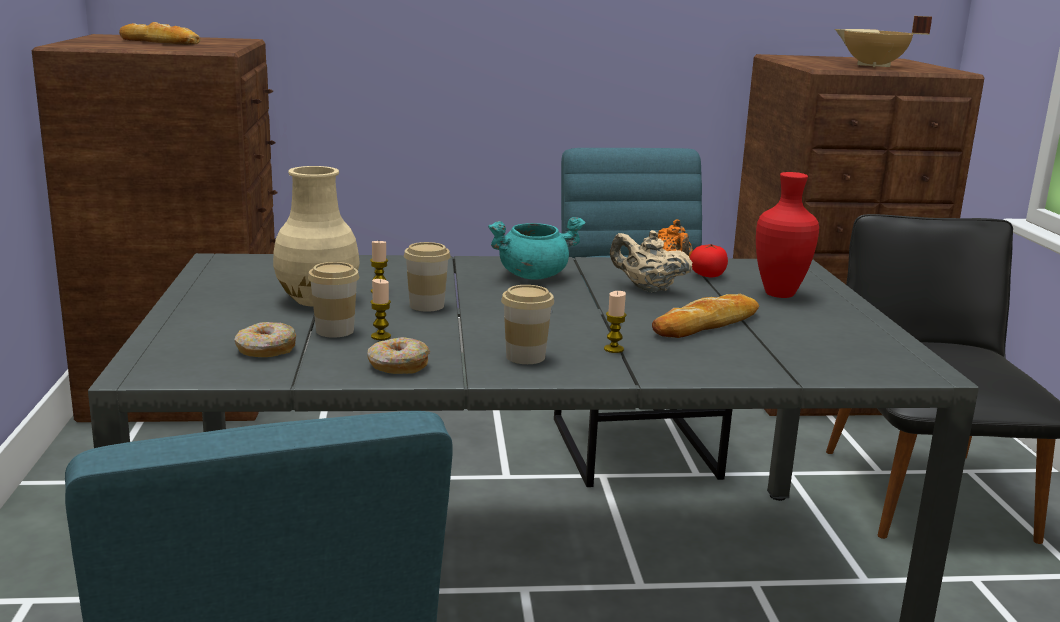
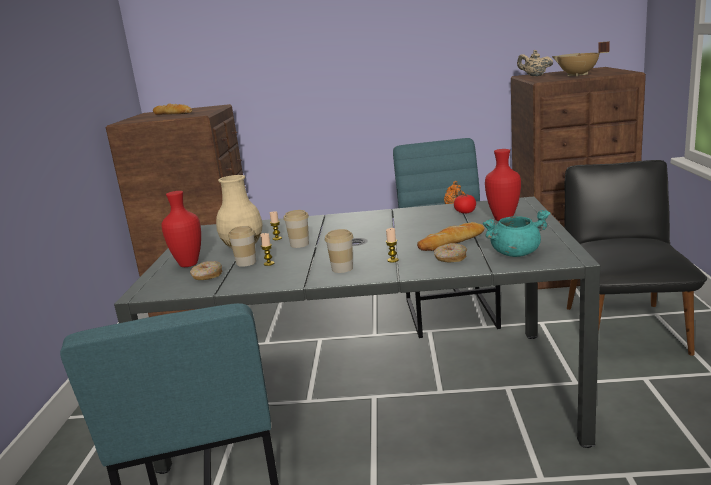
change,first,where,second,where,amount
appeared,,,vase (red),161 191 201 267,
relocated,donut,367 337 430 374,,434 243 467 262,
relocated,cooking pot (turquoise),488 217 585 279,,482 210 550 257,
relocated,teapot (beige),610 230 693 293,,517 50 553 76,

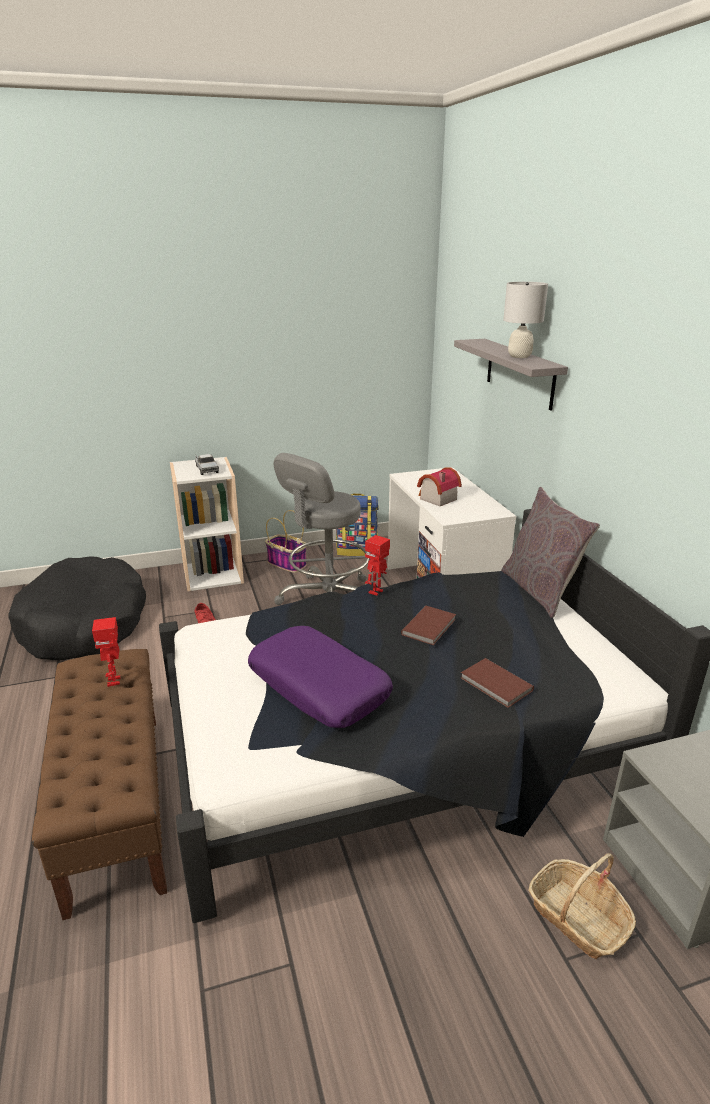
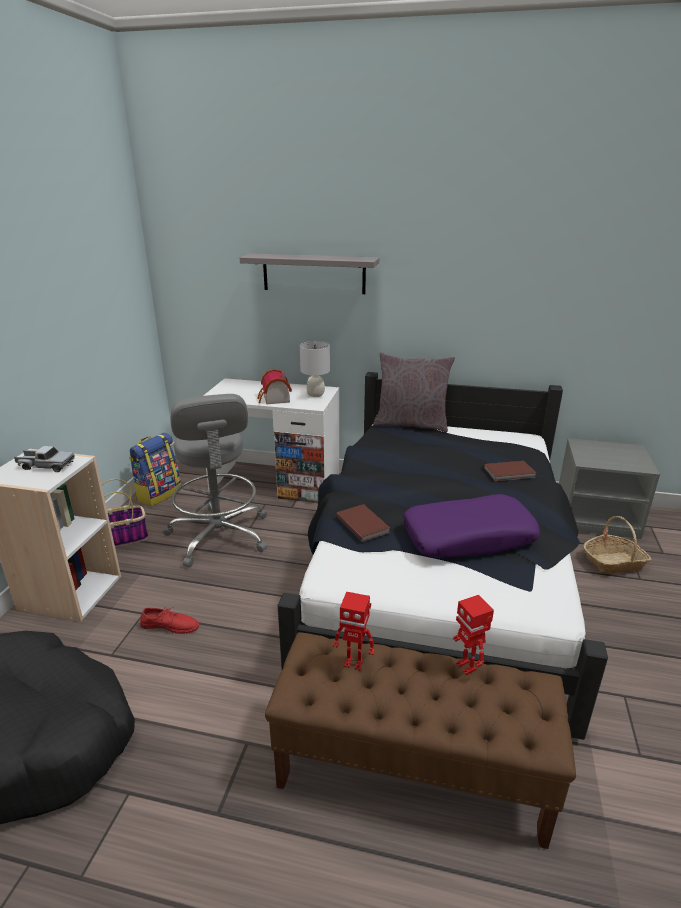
change,first,where,second,where,amount
relocated,table lamp (grey),503 282 548 358,,300 341 330 397,
relocated,book (brown),401 606 456 645,,336 504 390 542,
relocated,toy robot,365 535 390 596,,453 595 494 675,

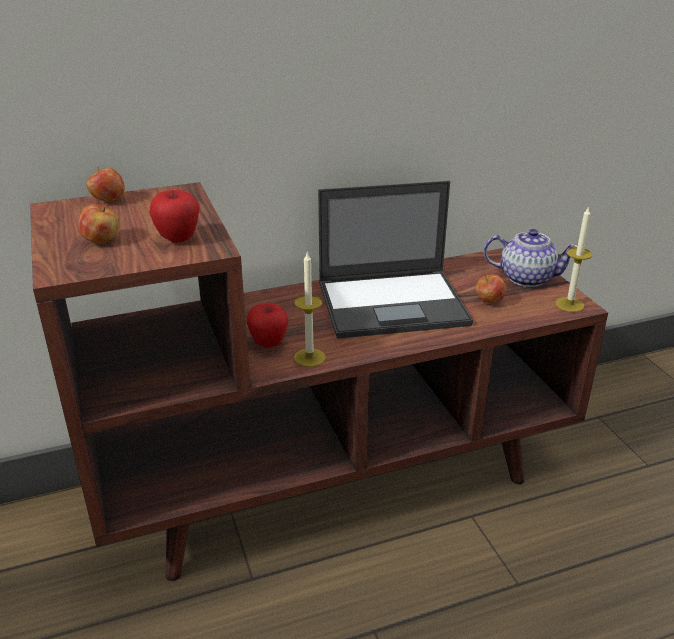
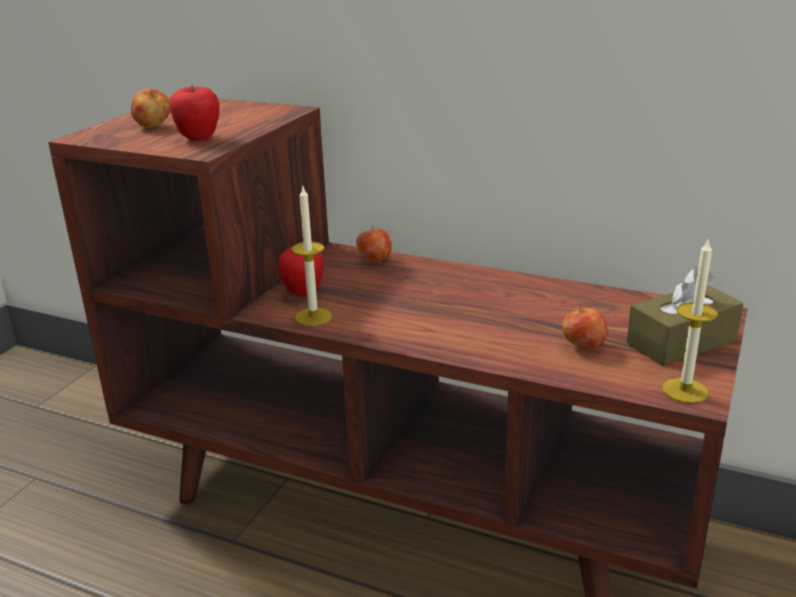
change,first,where,second,where,amount
relocated,apple,86 166 125 202,,356 225 392 262,
exchanged,teapot,484 229 578 287,tissue box (brown),627 266 743 366,
missing,laptop,318 181 473 339,,,

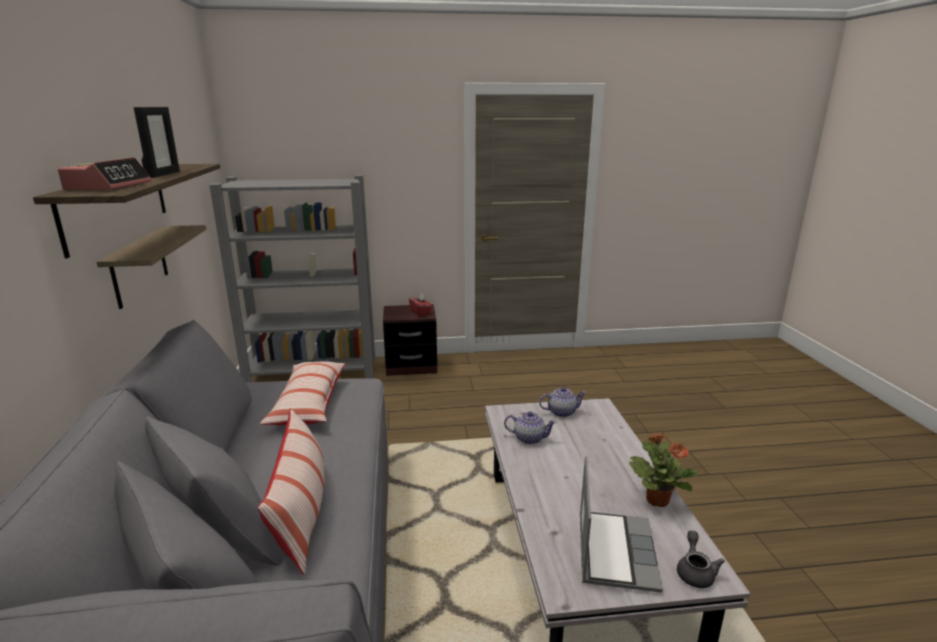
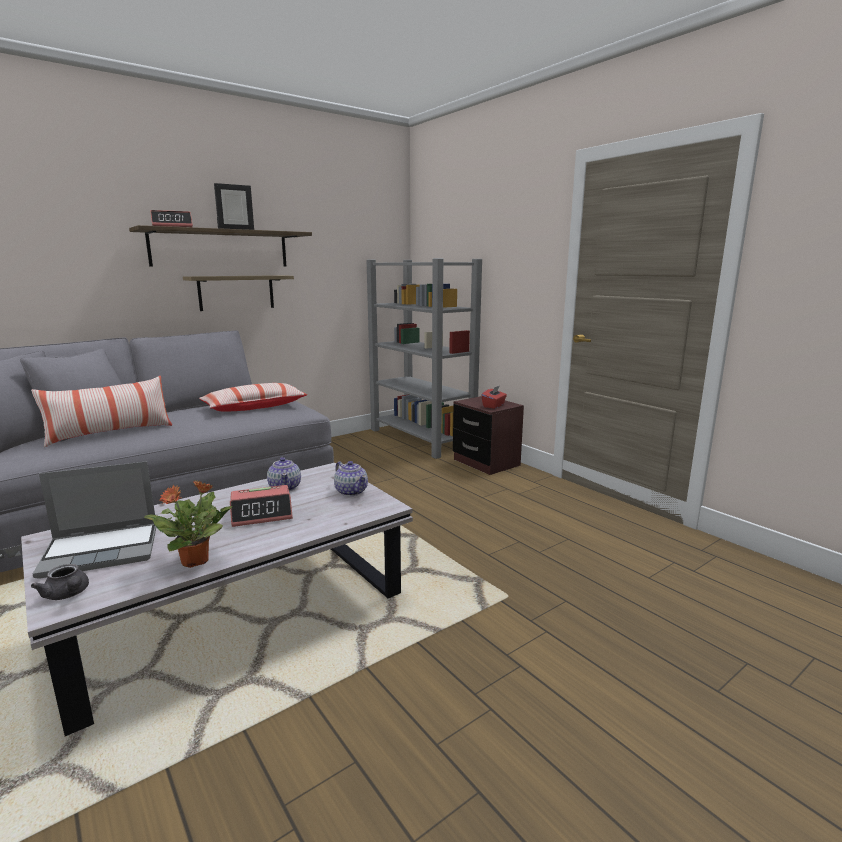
change,first,where,second,where,amount
spun,teapot (grey),677 531 725 588,,31 564 89 600,60 degrees clockwise
appeared,,,alarm clock,230 485 293 527,

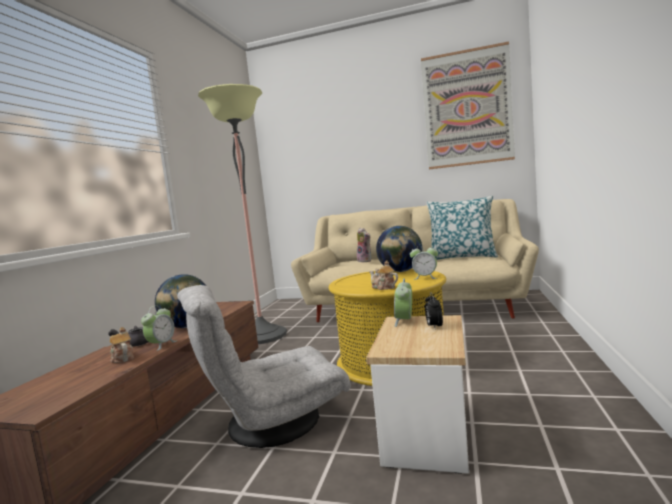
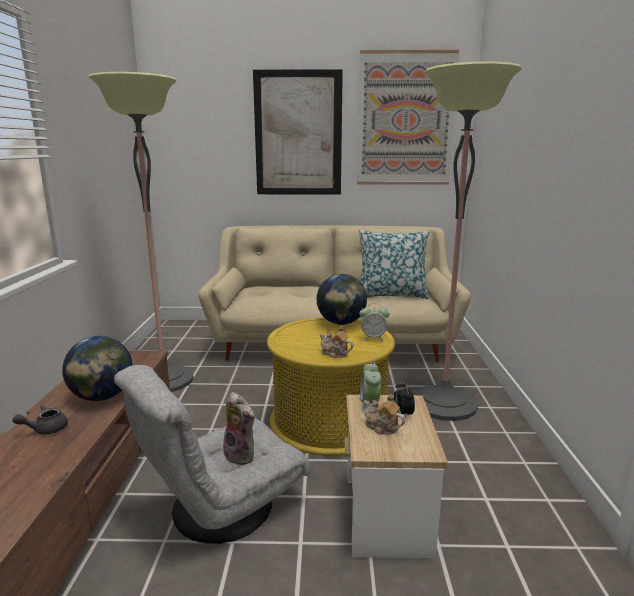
change,first,where,second,where,amount
relocated,plush toy,357 228 371 262,,220 392 255 466,
appeared,,,picture,253 69 343 195,
relocated,teapot,109 327 134 363,,364 394 405 435,
appeared,,,floor lamp,413 61 522 421,
missing,alarm clock,141 305 176 351,,,

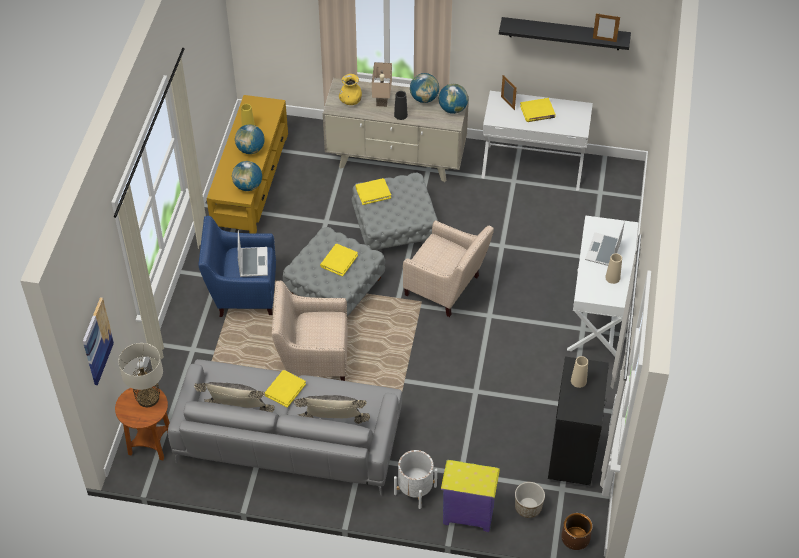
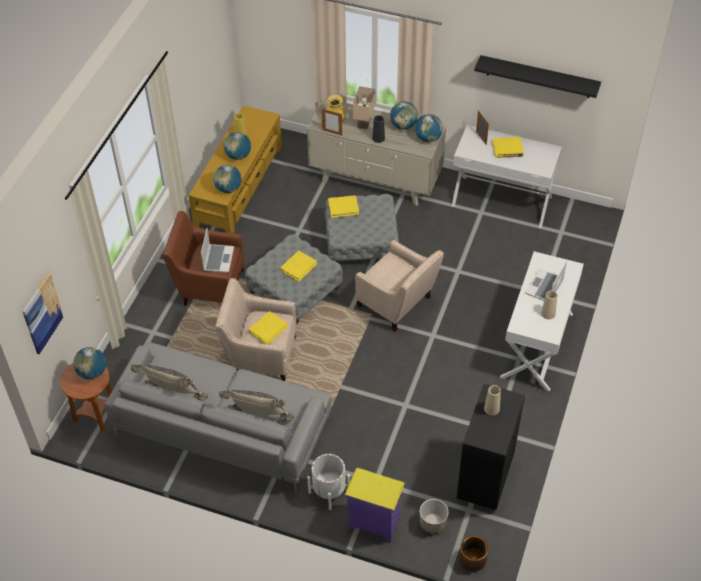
change,first,where,second,where,amount
exchanged,table lamp,118 343 163 407,globe,73 347 106 379,
colour,armchair (blue),198 216 276 317,armchair (brown),163 211 244 306,
relocated,book (yellow),265 370 306 408,,248 311 288 344,
relocated,picture frame,593 14 620 42,,322 108 342 135,

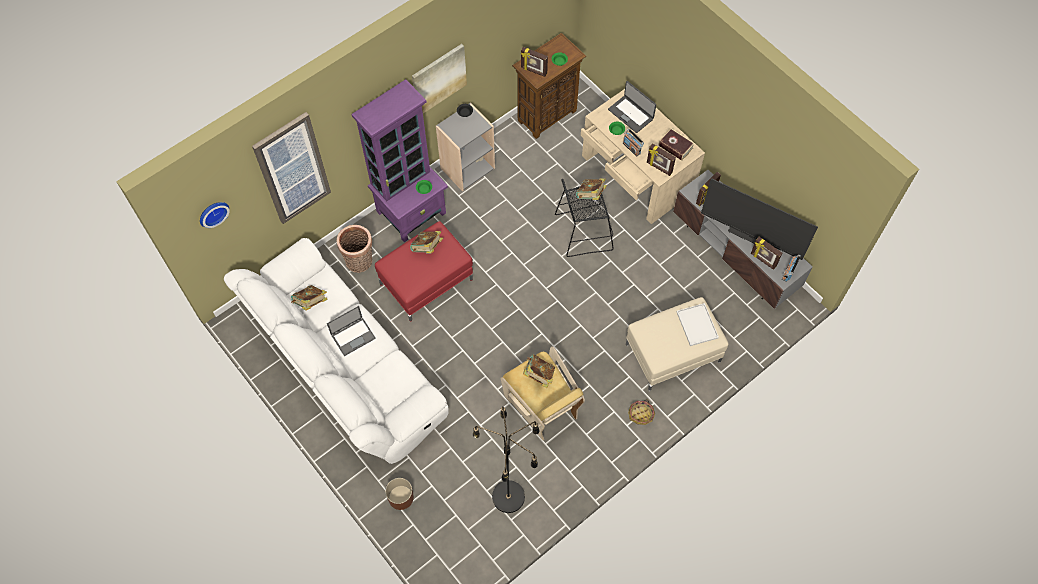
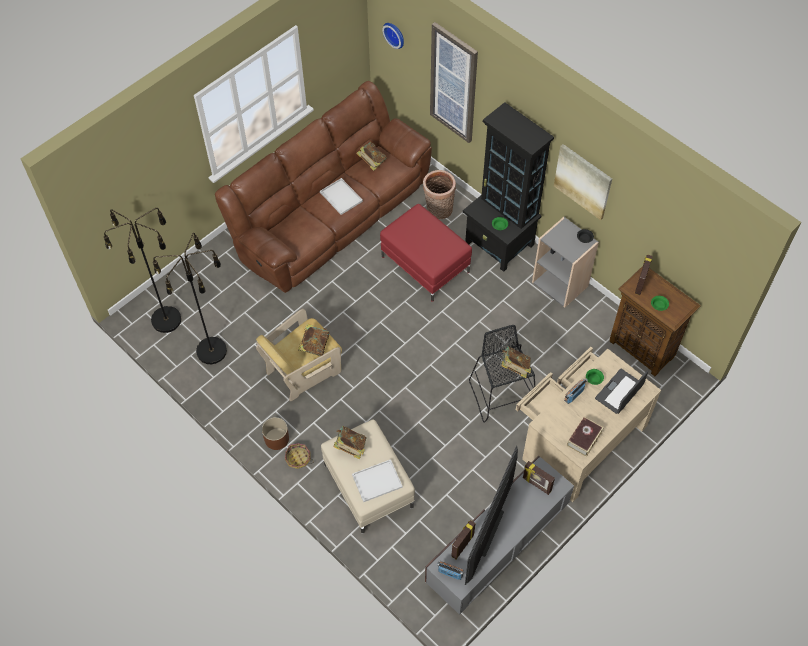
change,first,where,second,where,amount
appeared,,,floor lamp,104 208 181 333,
colour,sofa (white),224 238 449 464,sofa (brown),215 81 432 293,
relocated,planter (brown),385 478 414 510,,262 417 289 450,
exchanged,laptop,327 306 376 356,tray (white),320 178 363 215,
relocated,book,410 231 443 254,,334 426 367 459,
colour,cabinet (purple),351 79 448 242,cabinet (black),463 102 554 272,
missing,picture frame,647 143 676 176,,,

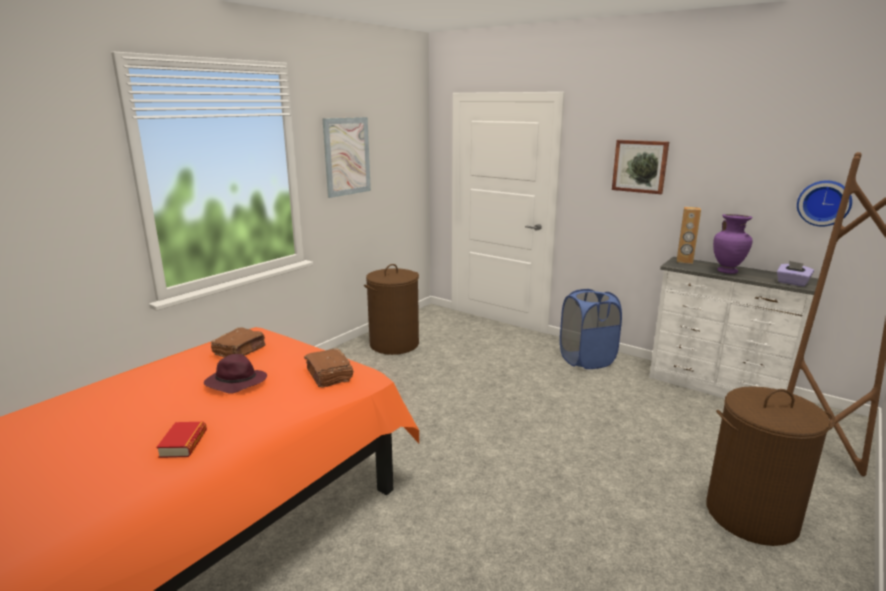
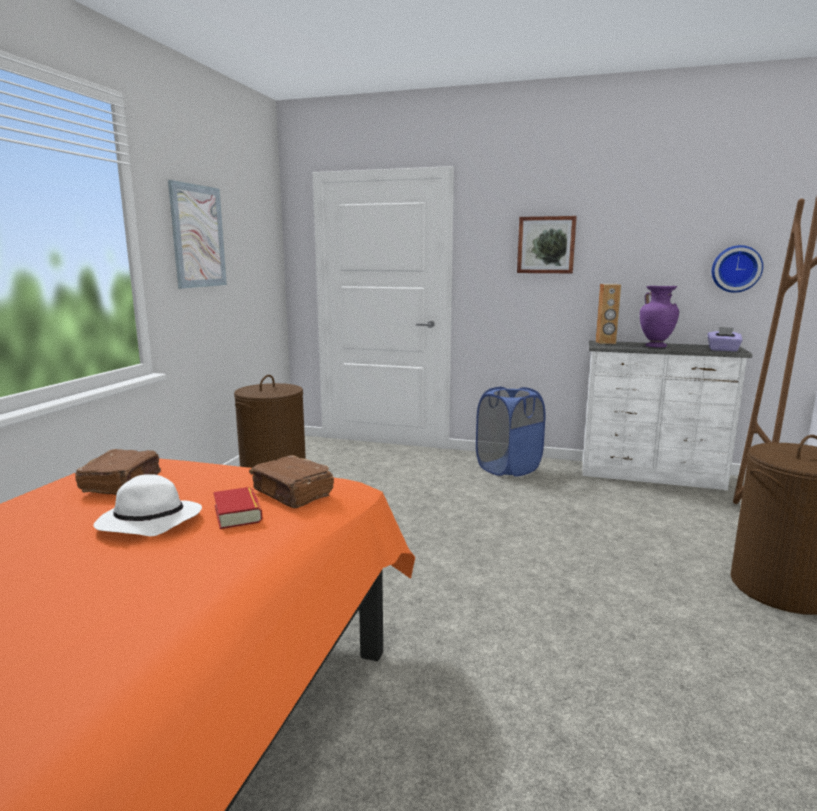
change,first,where,second,where,amount
colour,hat (purple),204 354 267 394,hat (white),93 474 202 536,
relocated,book,156 422 207 458,,213 487 263 529,

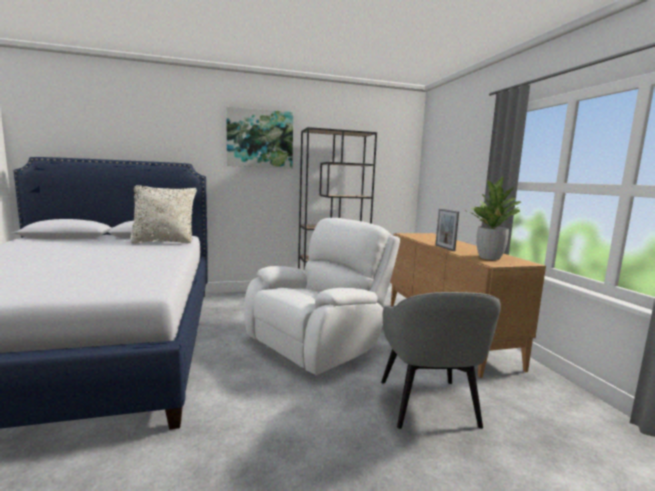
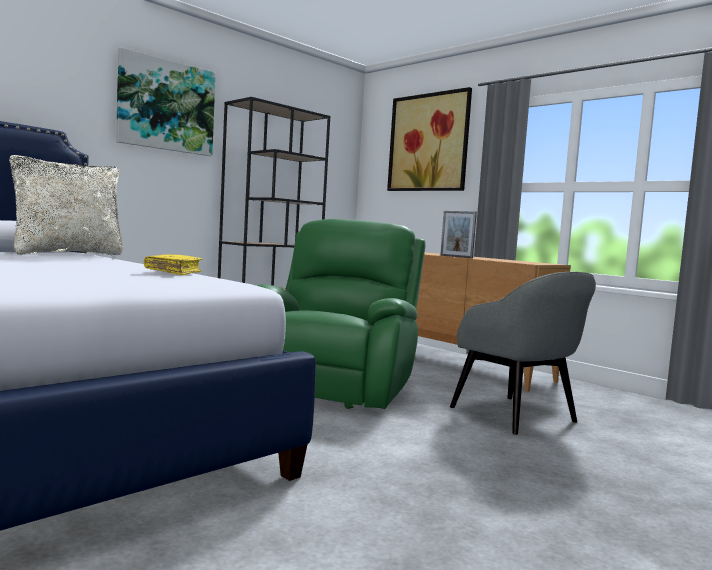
change,first,where,second,where,amount
appeared,,,book (yellow),144 254 203 275,
colour,armchair (white),244 218 400 376,armchair (green),257 219 426 409,
appeared,,,picture,387 87 472 191,
missing,potted plant,467 177 521 260,,,

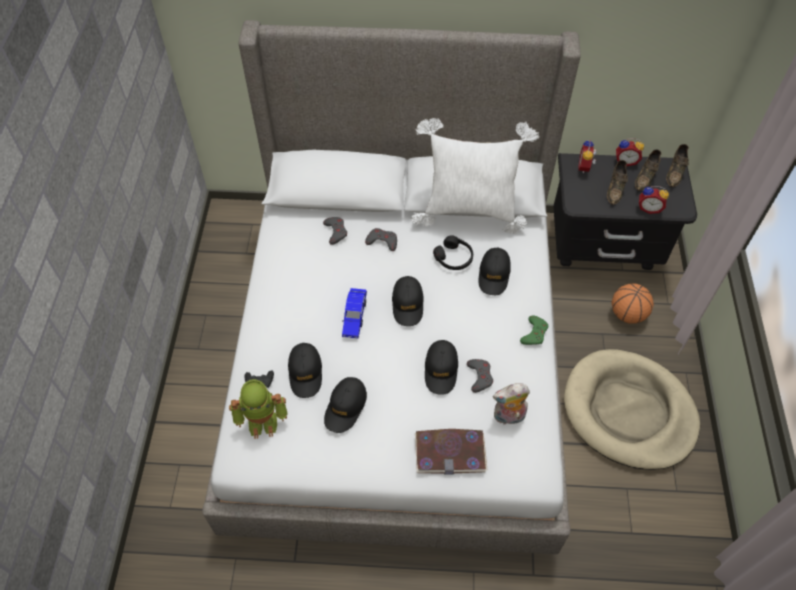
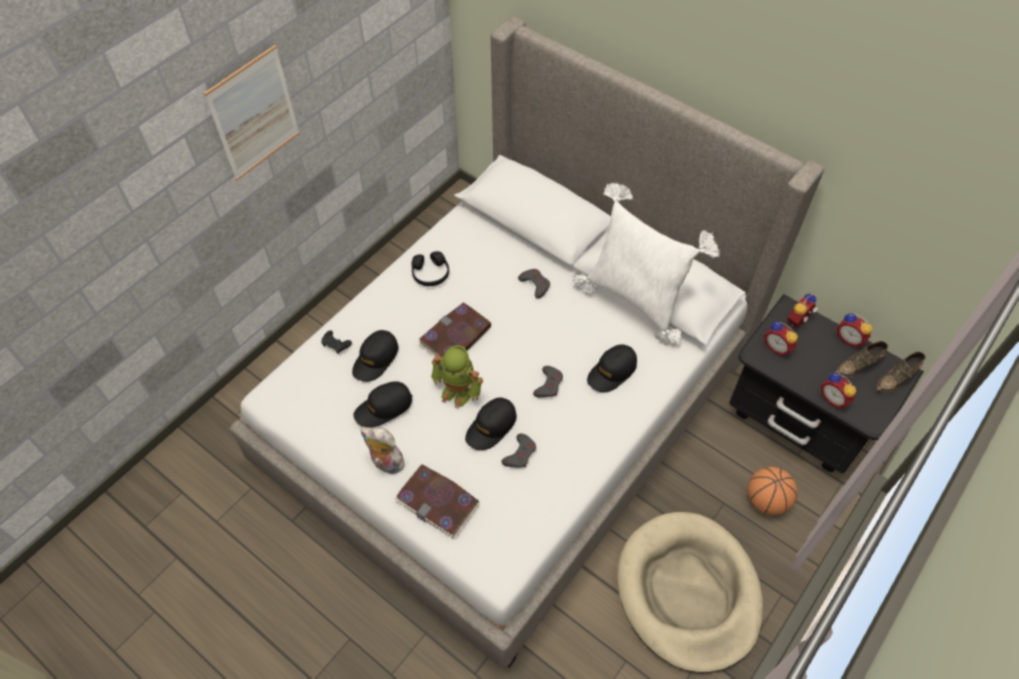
change,first,where,second,where,amount
appeared,,,picture,204 45 300 181,
relocated,plush toy,493 383 530 425,,360 427 405 474,
relocated,headphones (black),433 235 473 270,,411 251 449 286,
exchanged,toy car (blue),342 288 367 339,book,419 303 491 358,
relocated,toy robot,229 379 288 439,,431 345 483 409,
relocated,game controller (grey),323 217 347 245,,533 366 563 398,
appeared,,,alarm clock,764 322 798 356,
missing,cap (black),392 276 424 326,,,
missing,game controller (green),520 316 548 345,,,
missing,shoe (brown),607 160 628 205,,,

